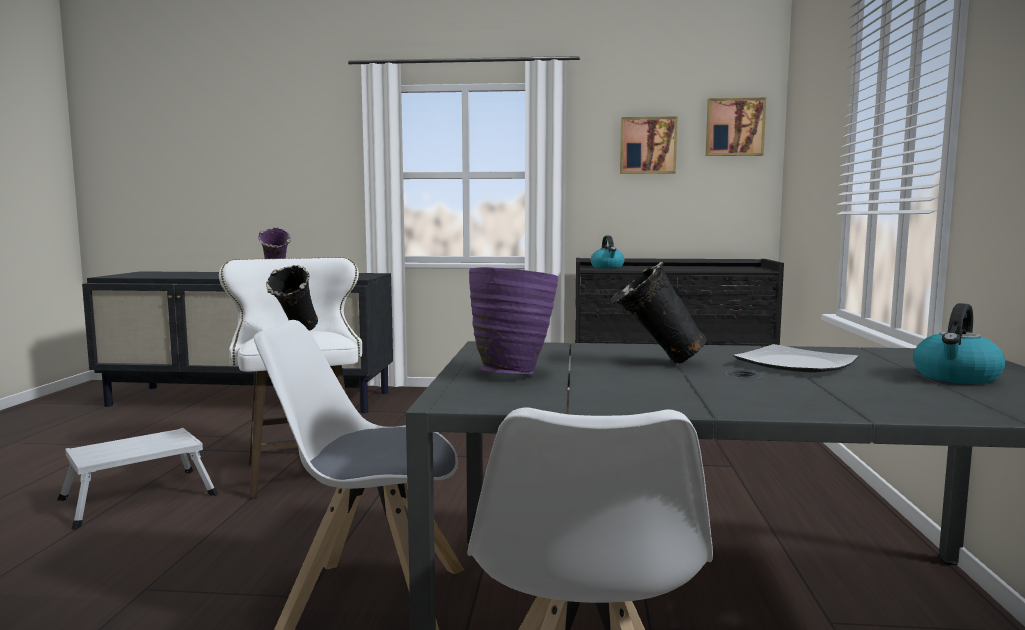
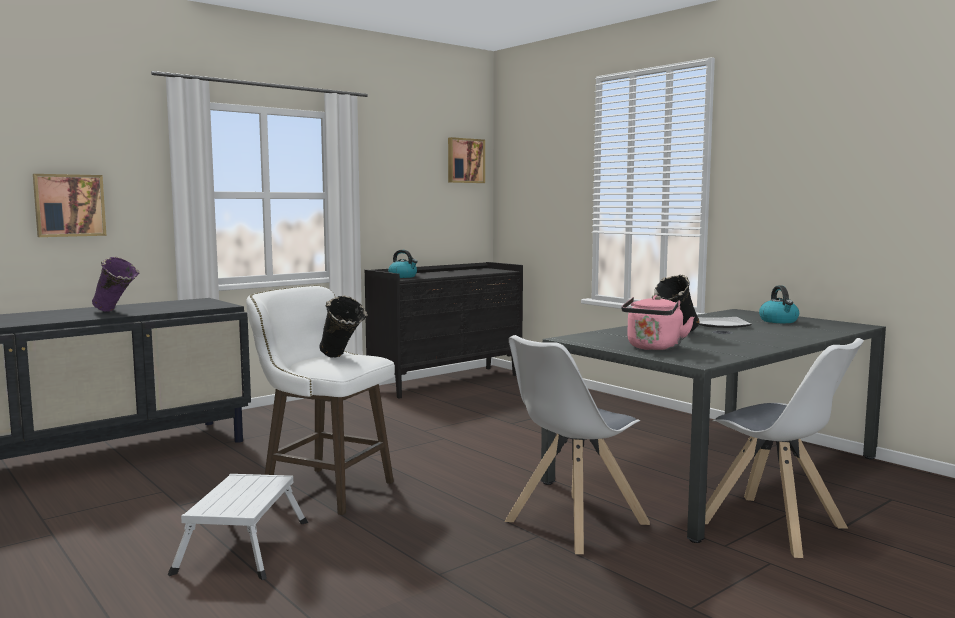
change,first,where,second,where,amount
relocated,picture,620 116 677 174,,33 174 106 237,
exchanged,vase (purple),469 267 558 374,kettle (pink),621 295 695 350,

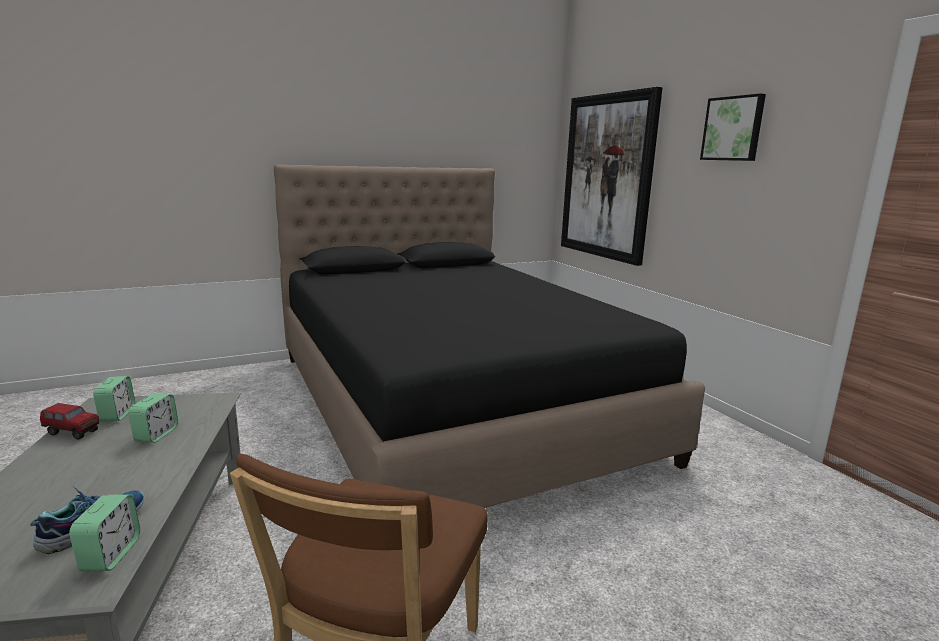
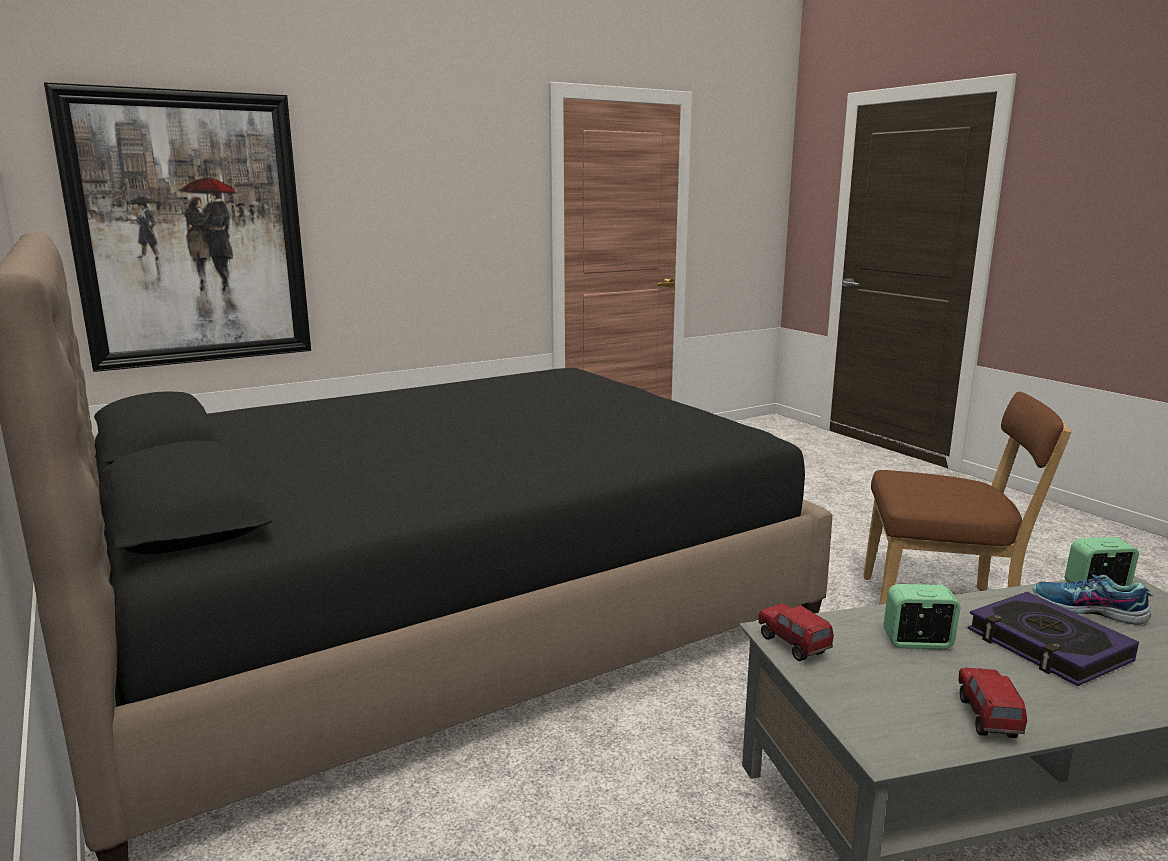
change,first,where,second,where,amount
appeared,,,toy truck,759 603 834 661,
appeared,,,book,968 592 1139 686,
missing,alarm clock,93 376 135 422,,,
missing,picture,700 93 766 161,,,

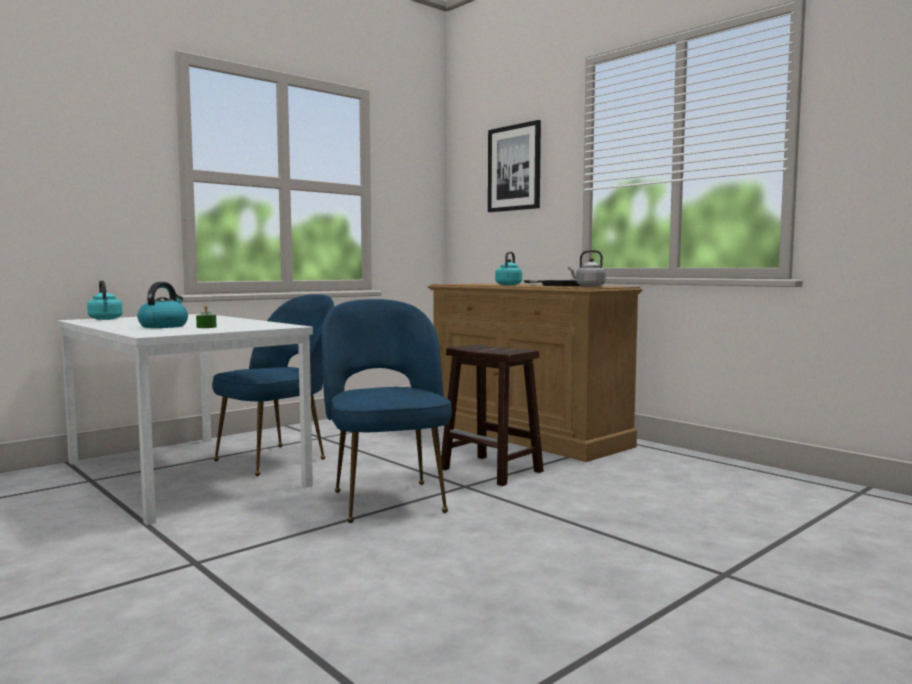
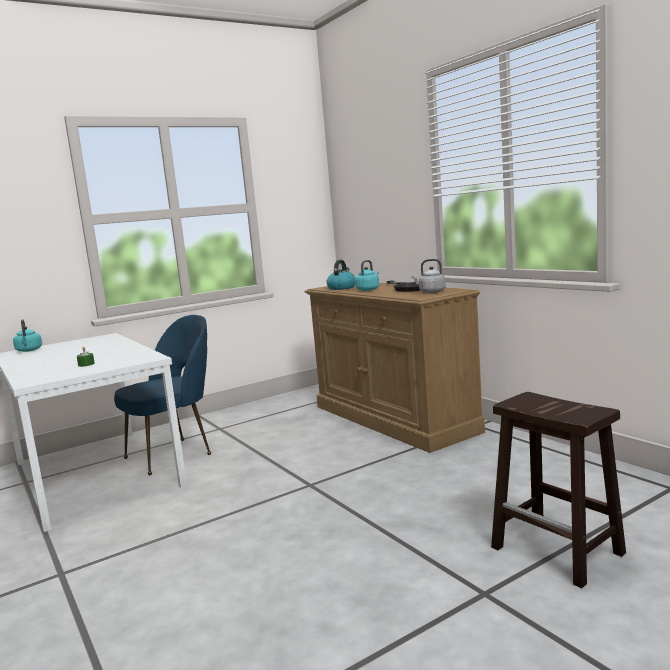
change,first,where,second,where,amount
relocated,kettle,137 282 188 328,,326 260 355 290,
relocated,stool (brown),441 344 544 486,,491 392 626 588,
missing,chair (blue),321 299 452 523,,,
missing,picture,488 120 541 212,,,

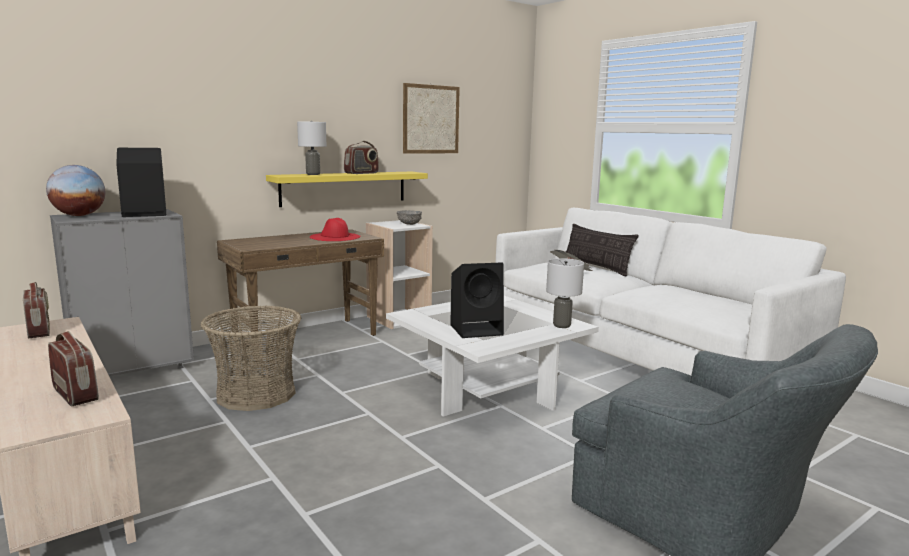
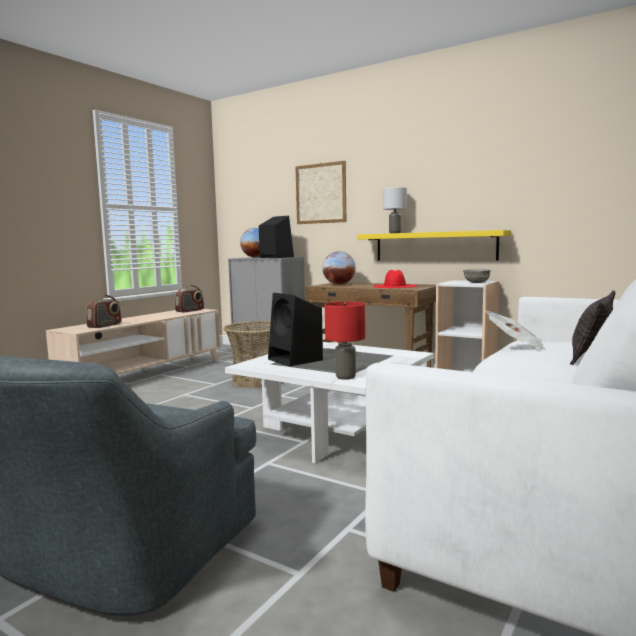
change,first,where,second,where,amount
relocated,picture,403 83 460 154,,295 161 346 224,
appeared,,,globe,322 251 356 285,
colour,table lamp (white),546 258 584 328,table lamp (red),325 302 365 380,
missing,radio,344 141 379 174,,,

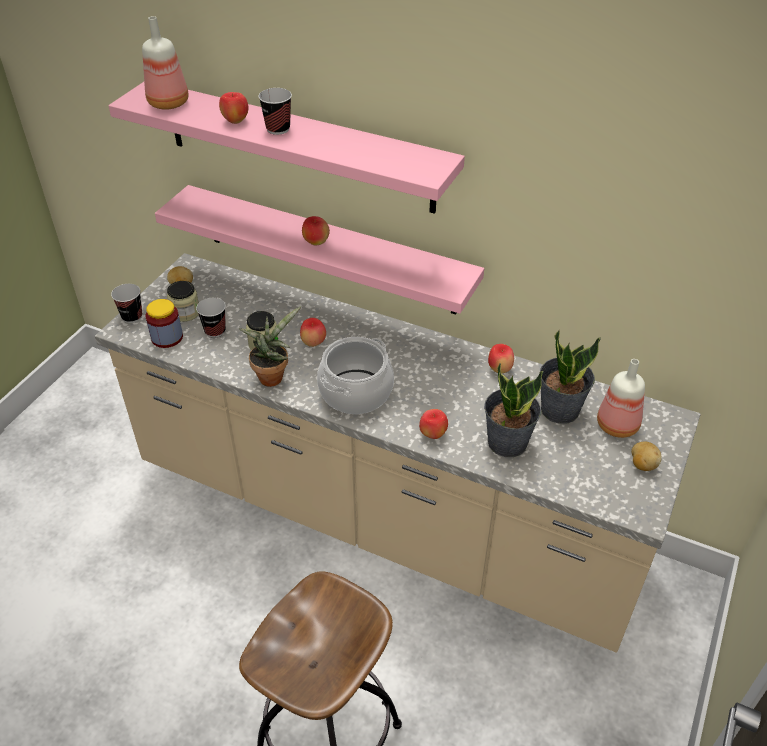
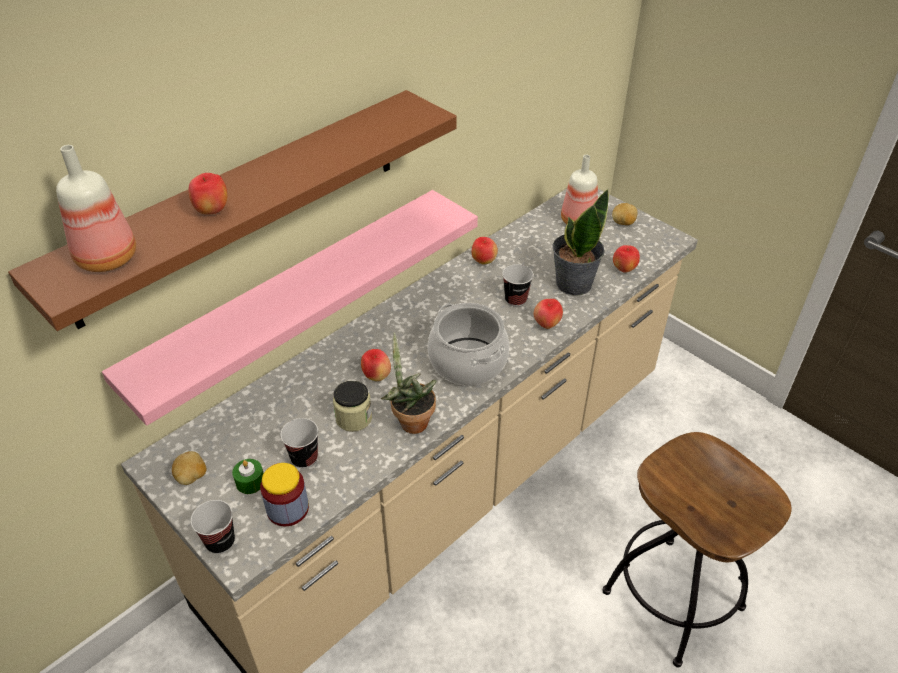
change,first,where,second,where,amount
colour,shelf (pink),108 82 465 214,shelf (brown),8 90 457 331,
exchanged,jar,167 281 199 322,candle (green),232 459 264 494,
relocated,cup,258 88 292 135,,502 264 533 307,
relocated,apple,302 216 330 245,,613 245 640 273,
missing,potted plant,540 330 601 424,,,

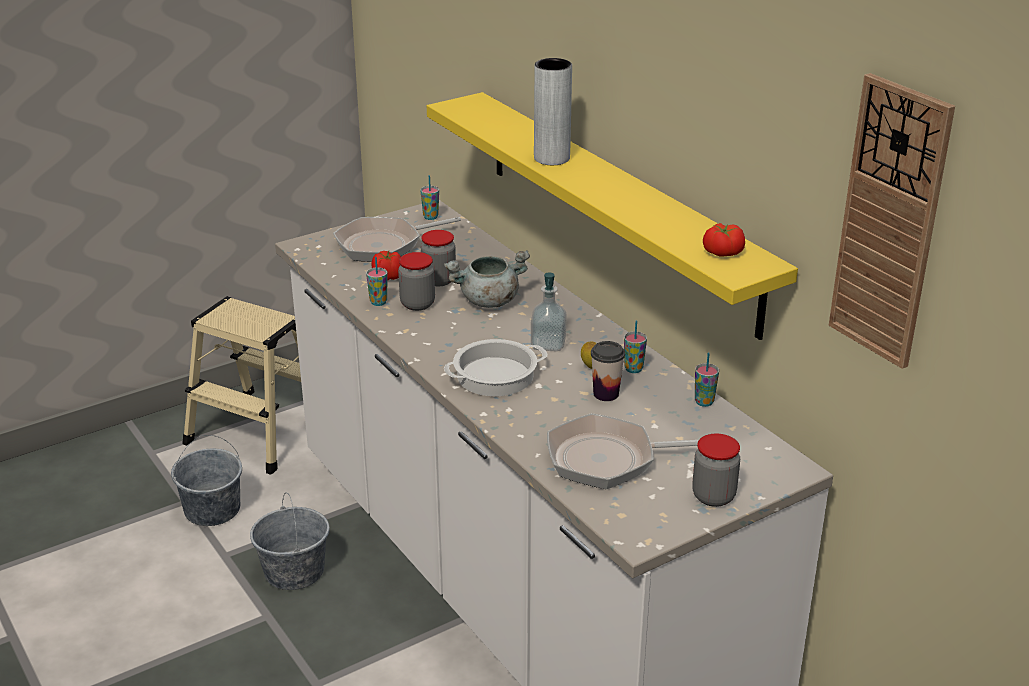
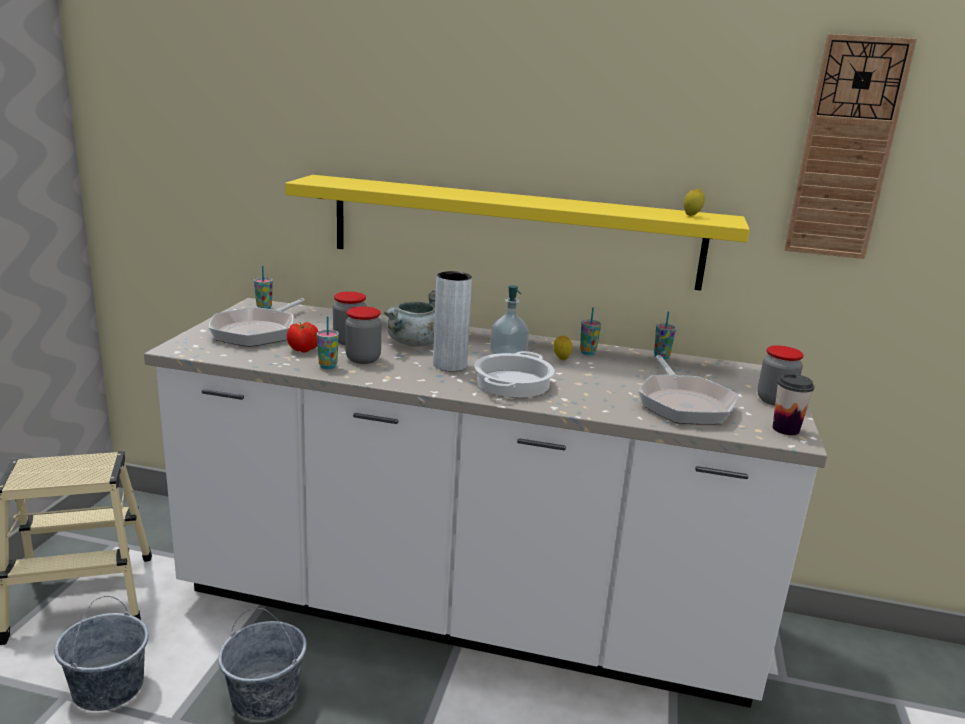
change,first,where,second,where,amount
relocated,vase (grey),534 58 572 165,,433 271 472 371,
spun,frying pan,547 413 699 489,,638 355 738 425,45 degrees counterclockwise
exchanged,tomato,703 223 745 257,lemon,684 188 705 216,
relocated,cup,591 341 625 401,,773 374 815 435,

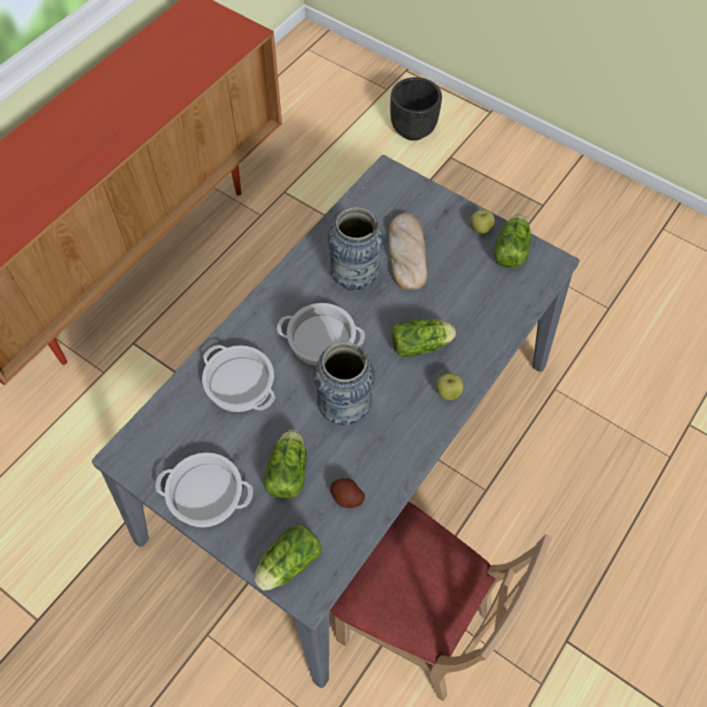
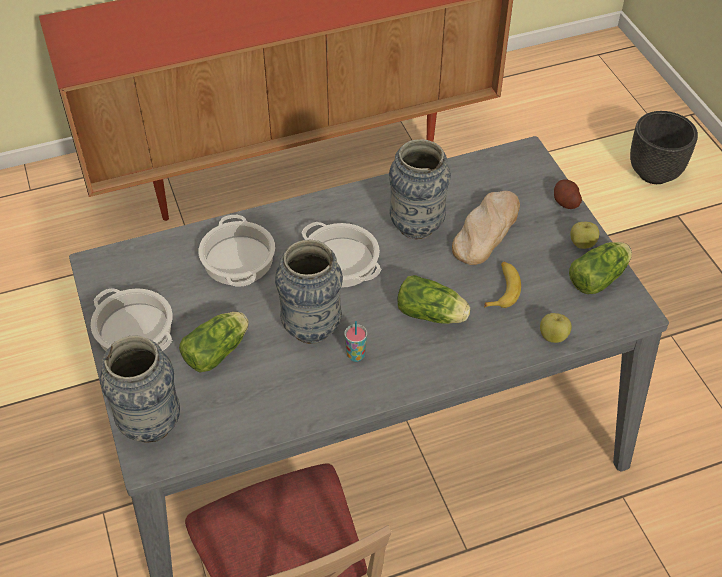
change,first,where,second,where,amount
exchanged,lettuce,254 524 322 591,vase,100 335 180 443,
appeared,,,cup,344 321 367 362,
appeared,,,banana,484 262 521 308,
relocated,apple,436 373 463 400,,540 313 572 343,
relocated,potato,330 478 365 508,,554 179 582 209,

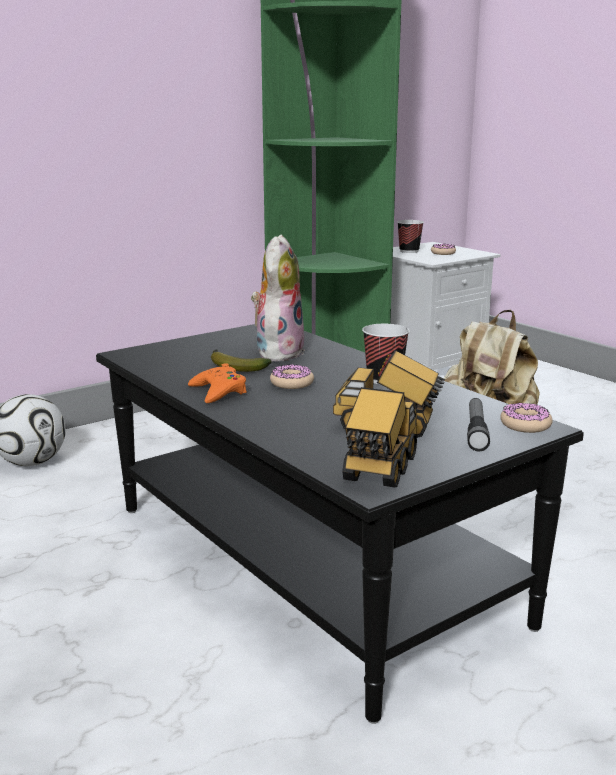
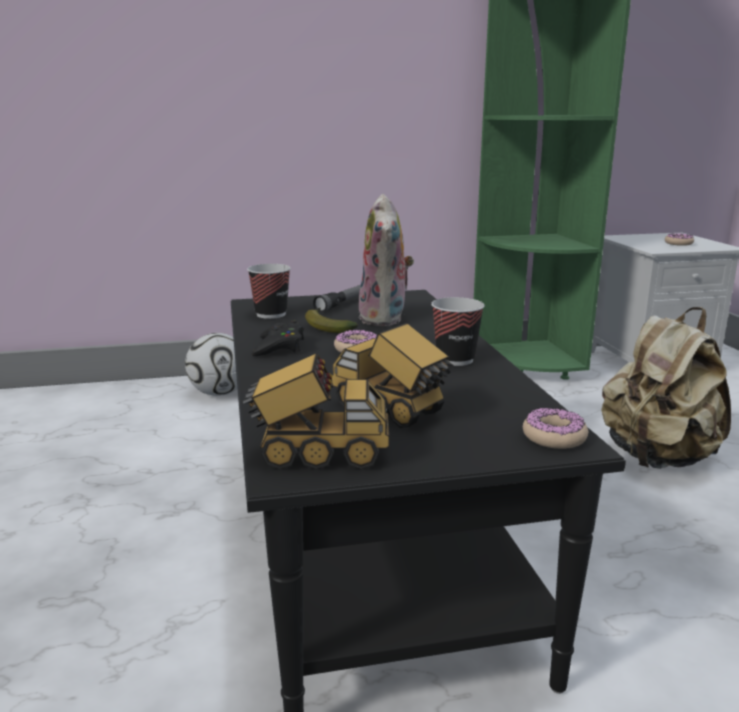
change,first,where,second,where,amount
spun,toy truck,342 387 417 488,,243 353 389 470,45 degrees clockwise
relocated,cup,397 220 424 253,,247 264 291 319,
colour,game controller (orange),188 363 247 403,game controller (black),251 320 304 356,
relocated,flashlight,467 398 490 452,,313 285 361 312,
spun,plush toy,251 235 305 361,,358 194 414 326,135 degrees clockwise

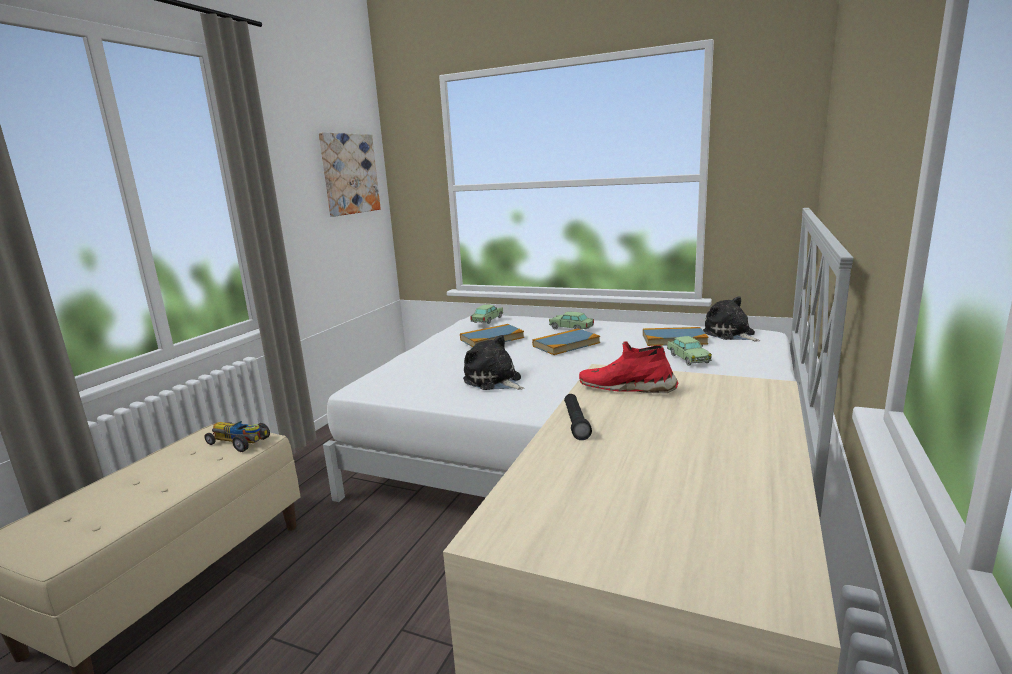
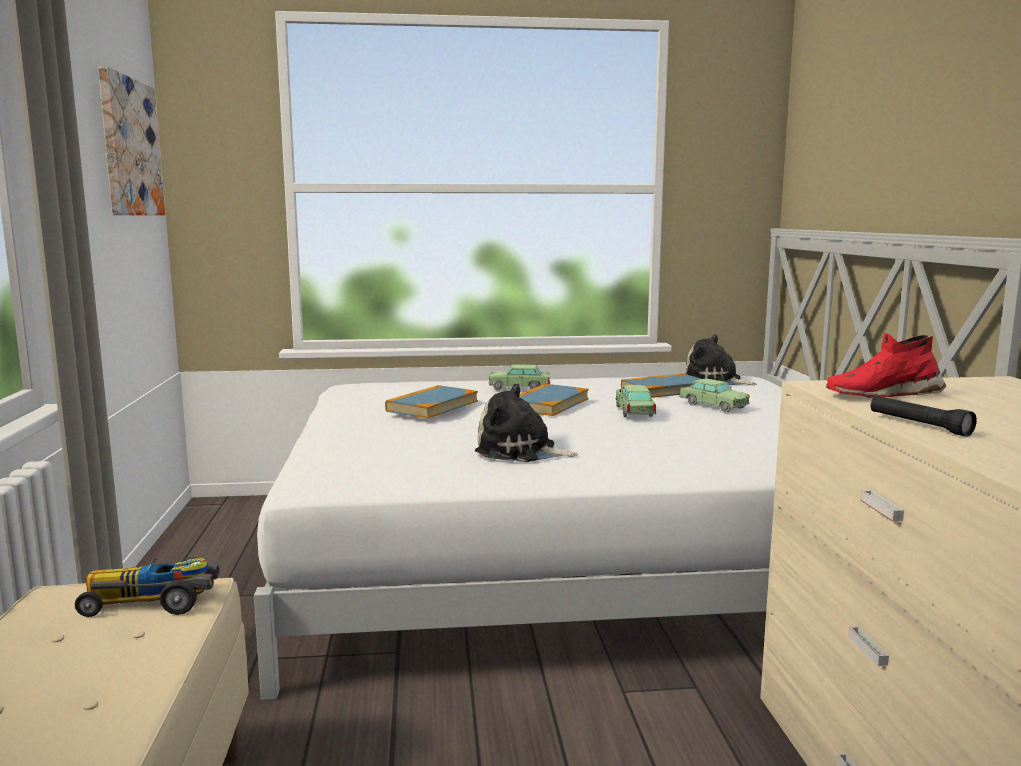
change,first,where,second,where,amount
relocated,toy car,470 305 504 324,,615 385 656 417,

